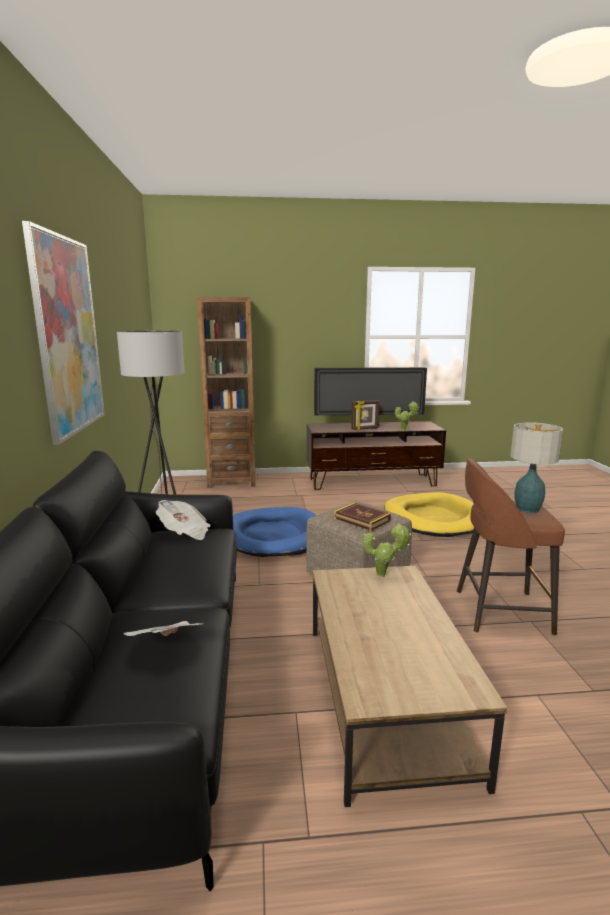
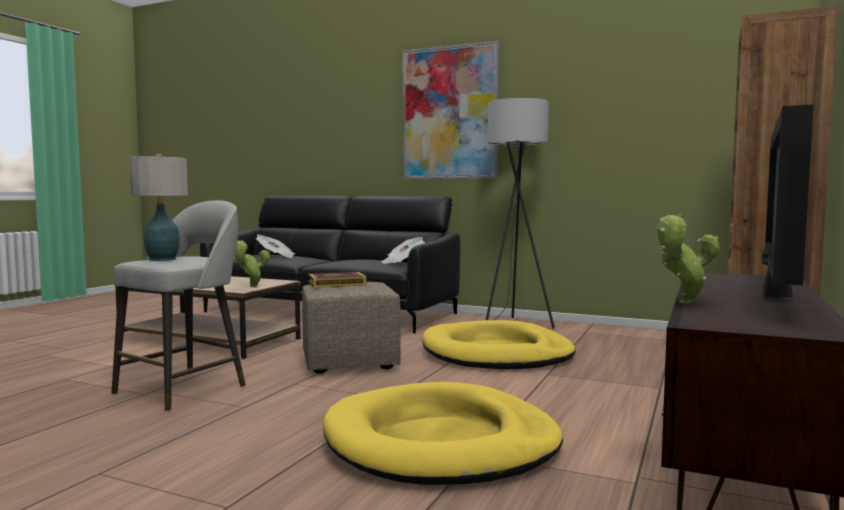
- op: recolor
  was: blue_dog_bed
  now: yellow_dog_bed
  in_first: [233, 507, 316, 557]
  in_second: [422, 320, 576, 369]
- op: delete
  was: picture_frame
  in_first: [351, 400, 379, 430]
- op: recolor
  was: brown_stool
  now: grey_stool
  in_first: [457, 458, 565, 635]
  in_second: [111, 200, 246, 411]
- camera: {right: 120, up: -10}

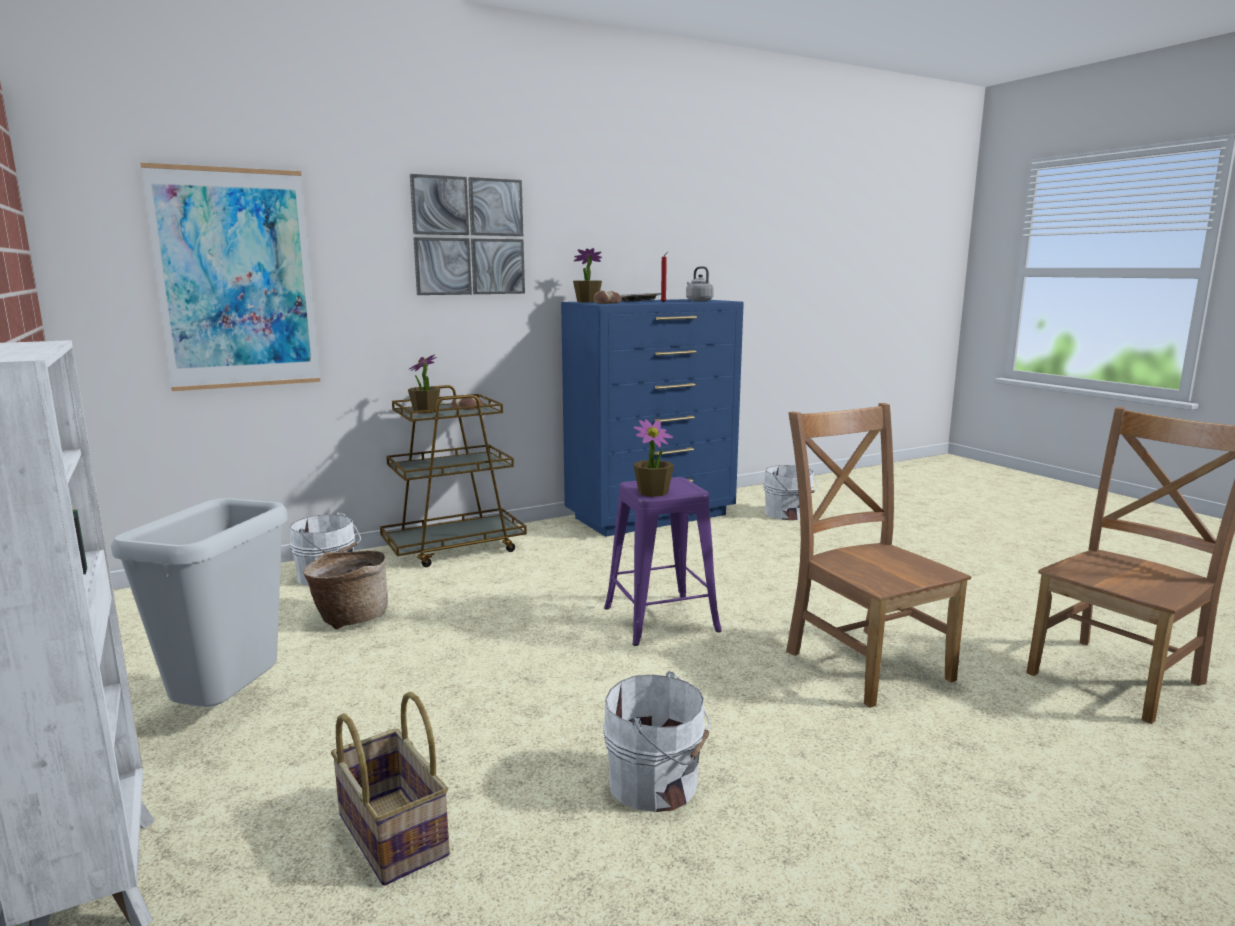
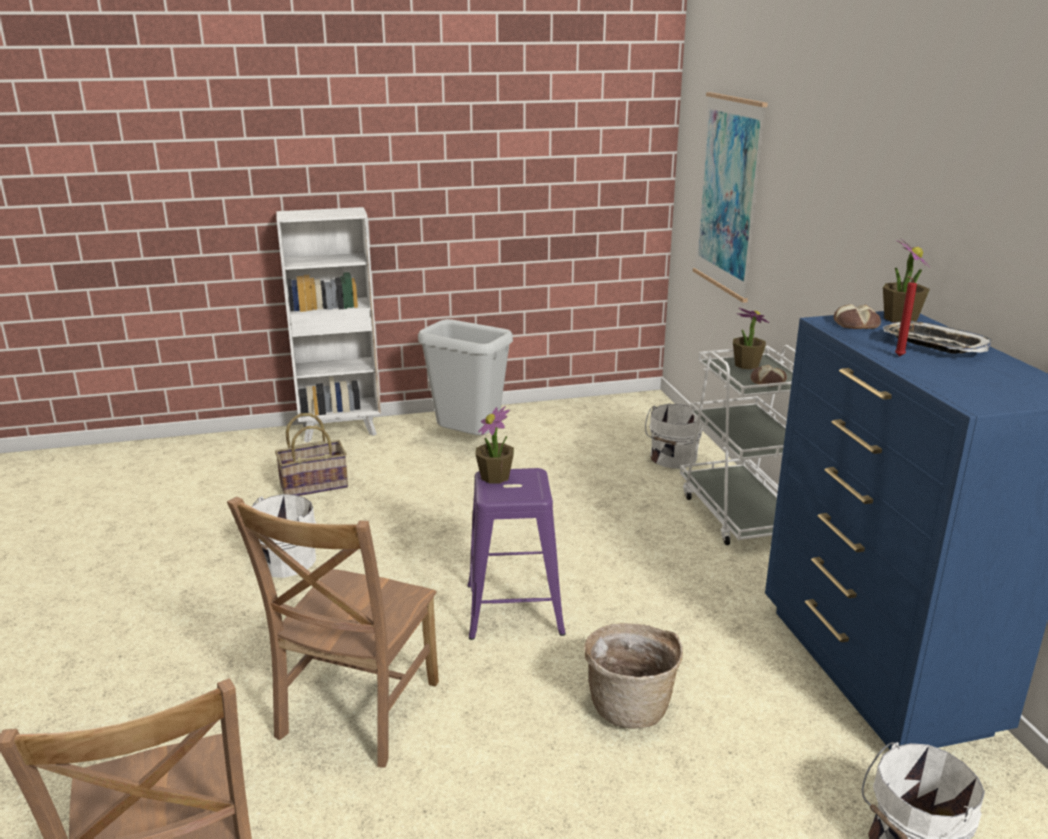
- op: move
  was: basket
  in_first: [303, 550, 388, 629]
  in_second: [584, 623, 683, 729]
- op: recolor
  was: brown_cart
  now: white_cart
  in_first: [380, 385, 527, 567]
  in_second: [680, 345, 796, 545]
- op: delete
  was: picture
  in_first: [410, 174, 525, 295]
- op: delete
  was: grey_kettle
  in_first: [686, 266, 714, 302]
- op: rotate
  was: brown_chair
  in_first: [786, 403, 971, 708]
  in_second: [227, 497, 439, 767]
  clockwise: 120
- camera: {right: 105, up: 10}

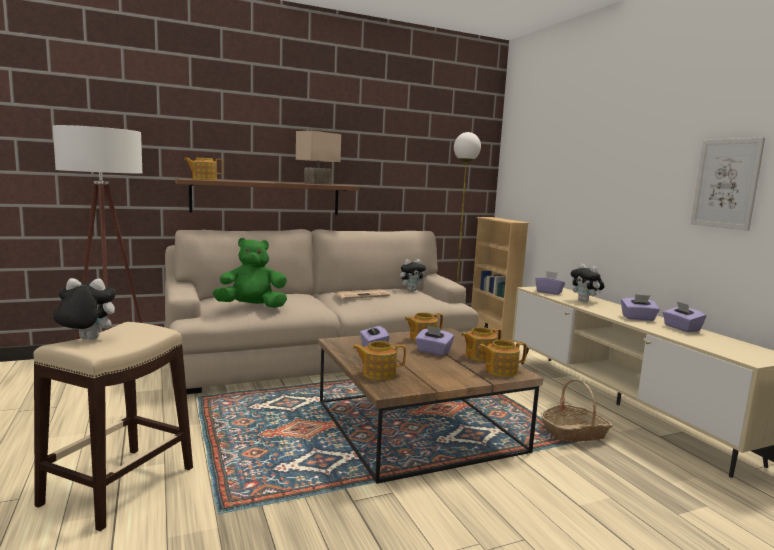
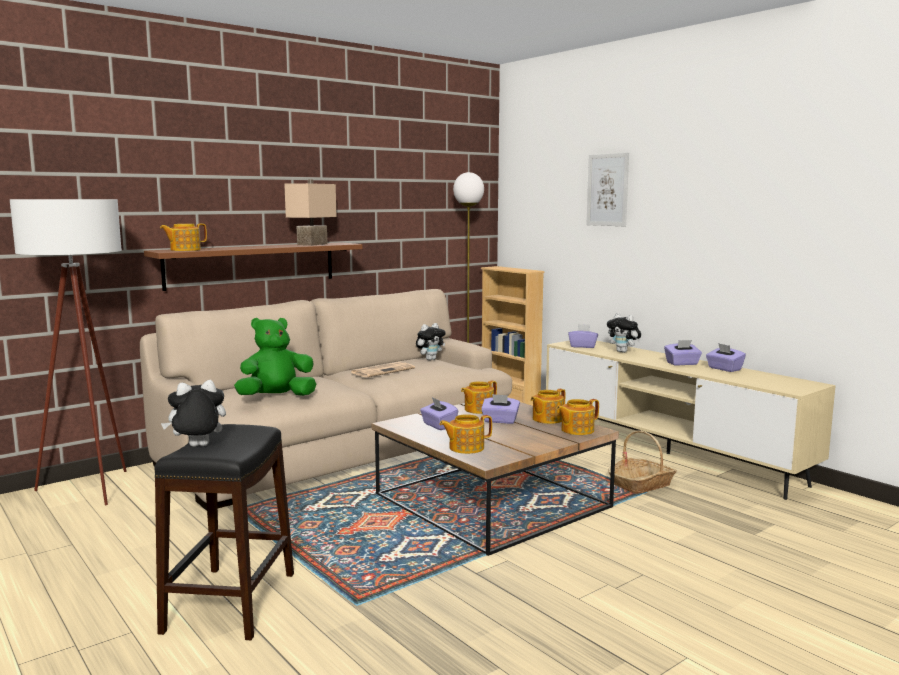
- op: recolor
  was: beige_stool
  now: black_stool
  in_first: [33, 322, 193, 531]
  in_second: [154, 424, 294, 640]
- op: move
  was: picture
  in_first: [690, 137, 765, 231]
  in_second: [586, 153, 629, 226]
- camera: {right: -15, up: 0}

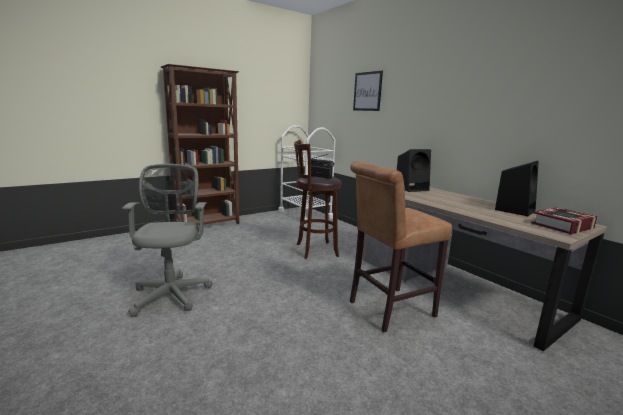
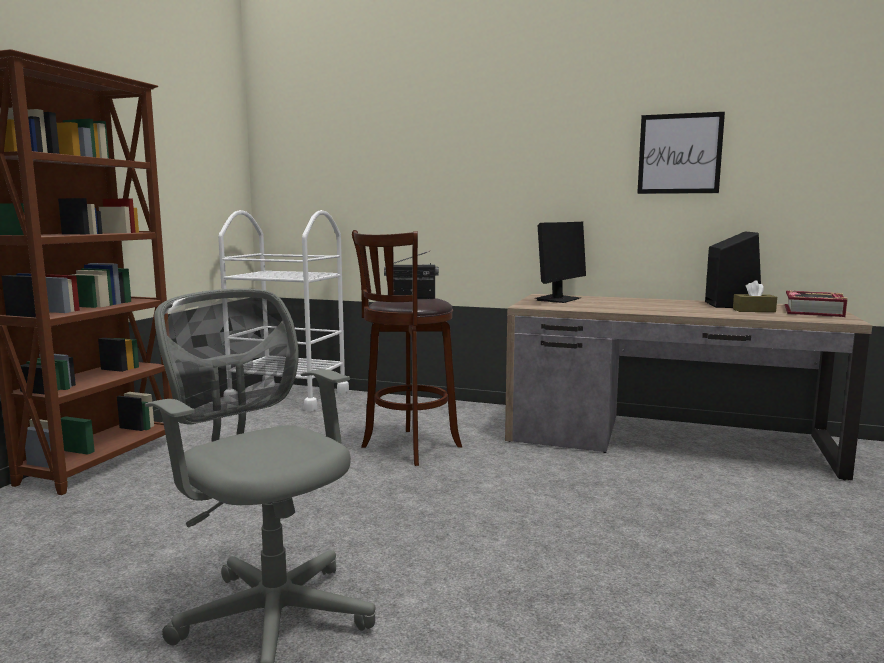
- op: delete
  was: brown_stool
  in_first: [350, 161, 452, 332]
- op: move
  was: picture
  in_first: [353, 71, 383, 111]
  in_second: [637, 112, 725, 194]
- op: replace
  was: black_speaker
  now: monitor
  in_first: [397, 149, 431, 192]
  in_second: [535, 222, 586, 303]
- op: insert
  now: brown_tissue_box
  in_second: [733, 280, 777, 312]
- camera: {right: -35, up: -5}

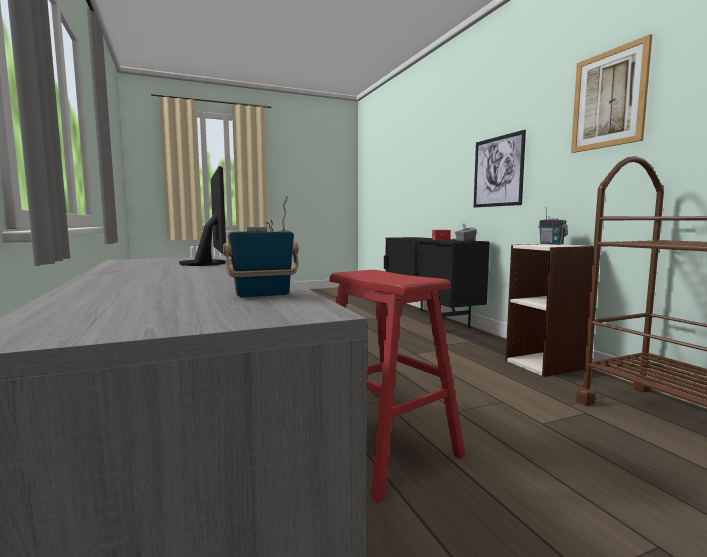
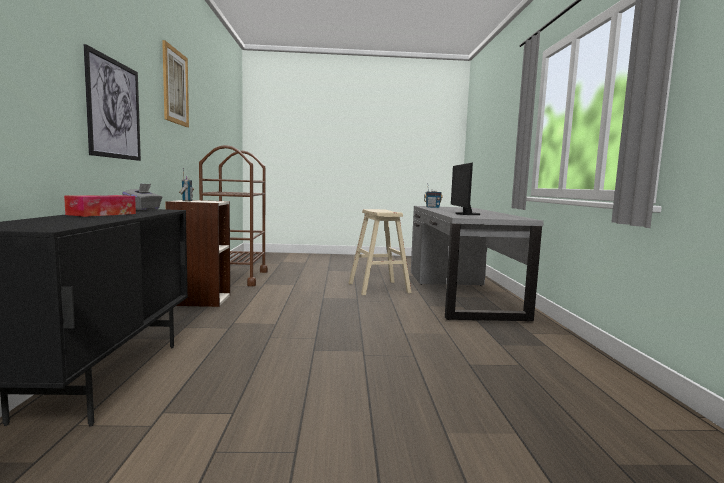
- op: recolor
  was: red_stool
  now: beige_stool
  in_first: [329, 270, 466, 503]
  in_second: [348, 209, 412, 295]
- camera: {right: -160, up: 0}

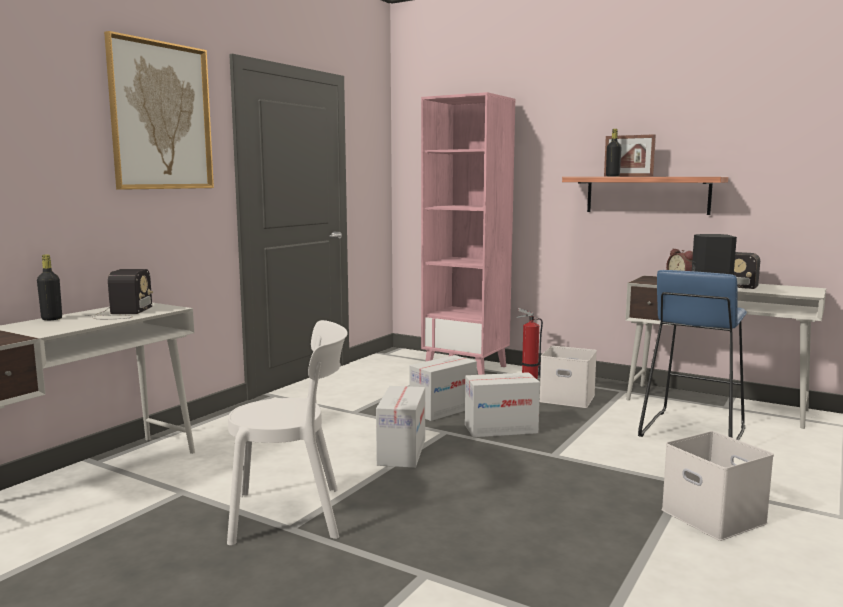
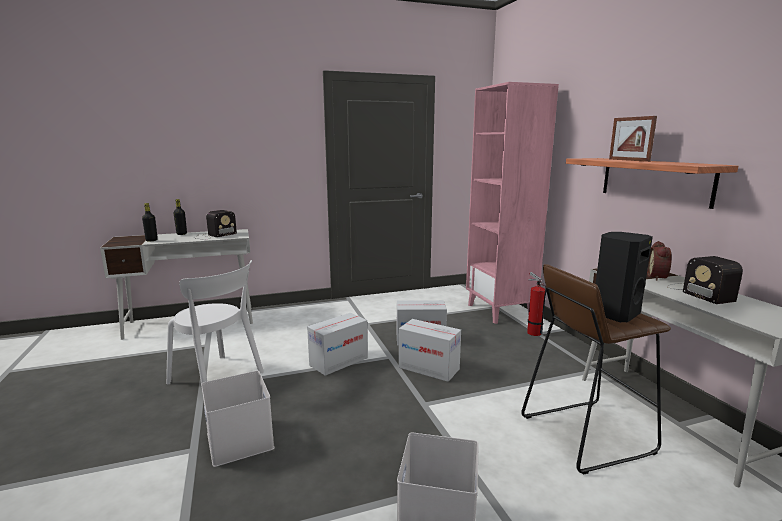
- op: delete
  was: picture
  in_first: [104, 31, 214, 190]
- op: move
  was: white_storage_box
  in_first: [540, 346, 597, 408]
  in_second: [201, 371, 274, 467]
- op: move
  was: black_bottle
  in_first: [606, 129, 622, 176]
  in_second: [142, 203, 158, 241]
- op: recolor
  was: blue_stool
  now: brown_stool
  in_first: [638, 270, 747, 440]
  in_second: [521, 264, 671, 475]
- camera: {right: 40, up: 5}

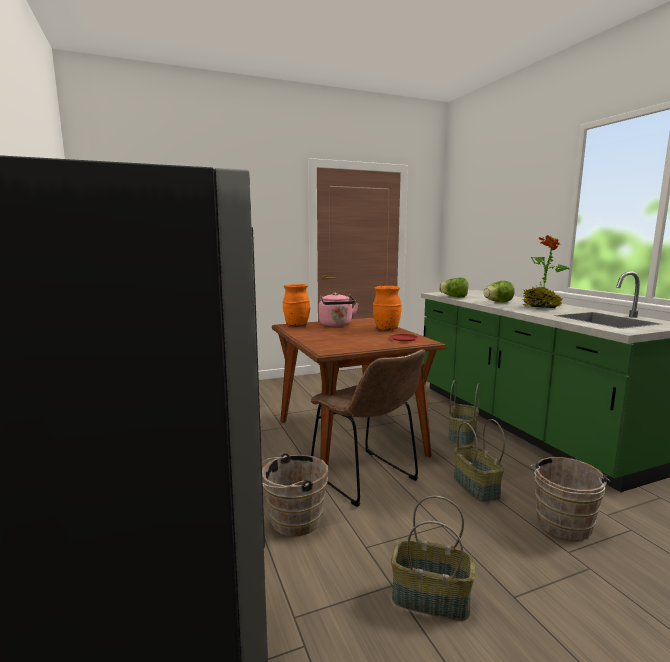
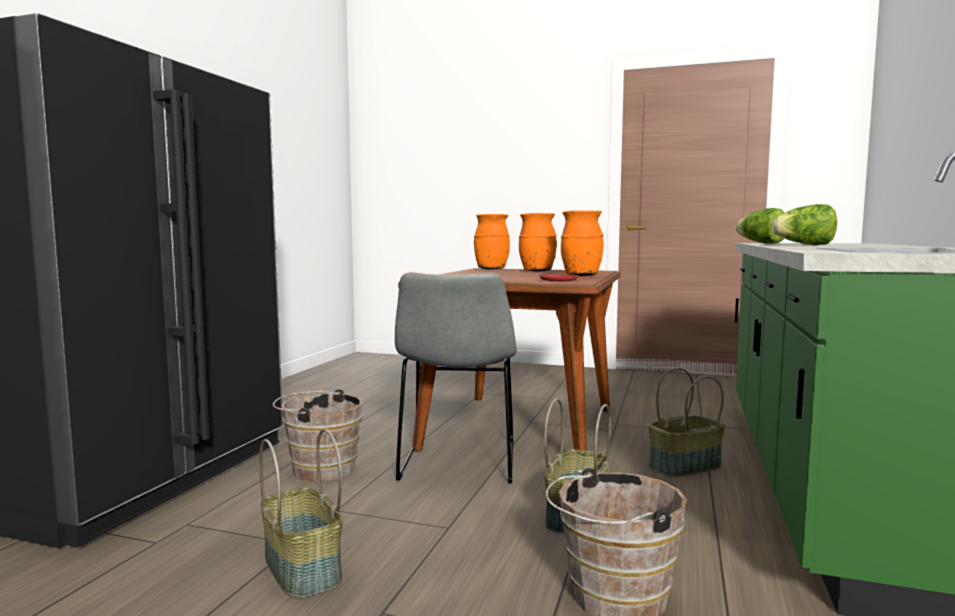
- op: recolor
  was: brown_chair
  now: grey_chair
  in_first: [310, 349, 426, 507]
  in_second: [395, 272, 517, 483]
- op: replace
  was: pink_kettle
  now: orange_vase
  in_first: [319, 292, 359, 327]
  in_second: [519, 213, 557, 271]
- op: delete
  was: potted_plant
  in_first: [522, 235, 570, 308]
- camera: {right: 40, up: -5}

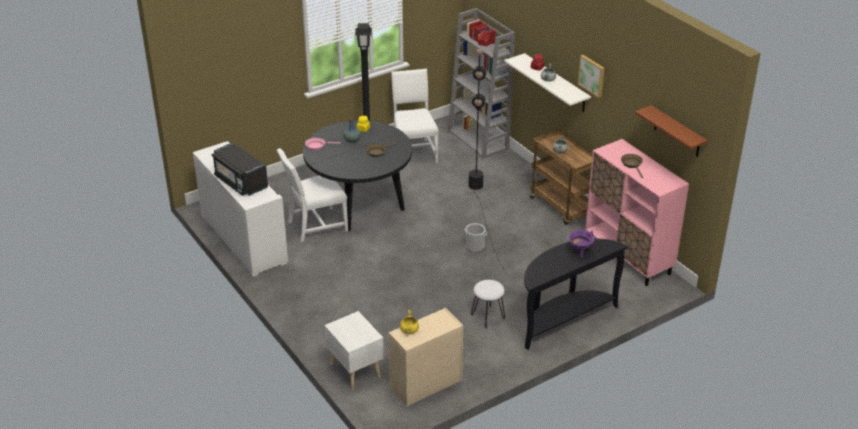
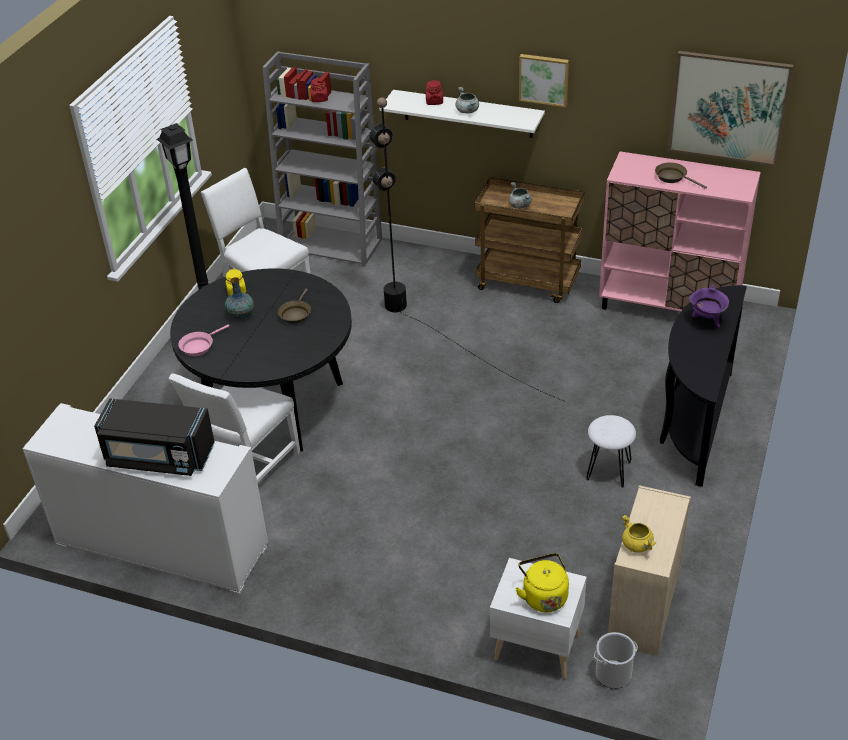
- op: move
  was: bucket
  in_first: [464, 223, 487, 252]
  in_second: [594, 632, 638, 689]
- op: replace
  was: brown_shelf
  now: picture
  in_first: [635, 105, 708, 157]
  in_second: [668, 51, 793, 166]
- op: insert
  now: yellow_kettle
  in_second: [515, 553, 569, 612]
- camera: {right: -35, up: 5}

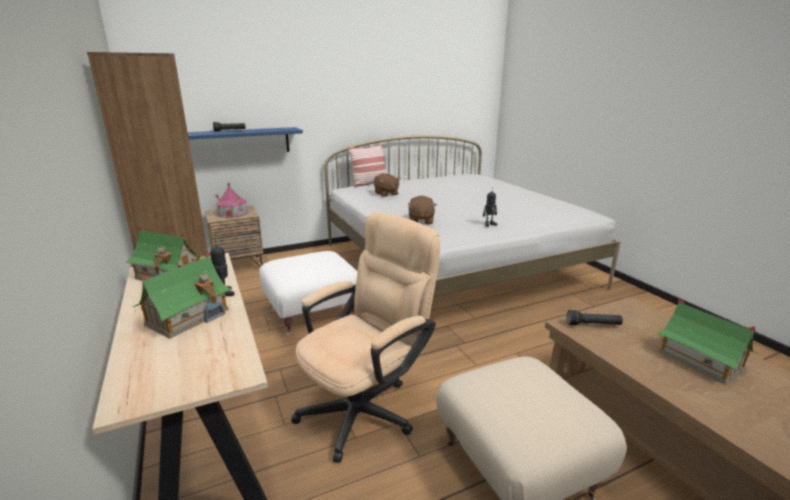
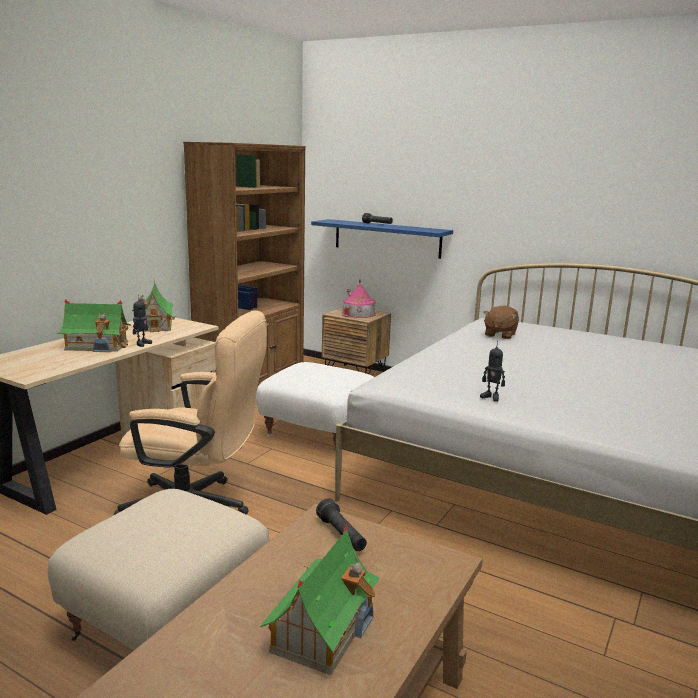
- op: delete
  was: pillow
  in_first: [348, 144, 387, 187]
- op: delete
  was: brown_plush_toy
  in_first: [407, 196, 437, 225]
- camera: {right: 55, up: -5}

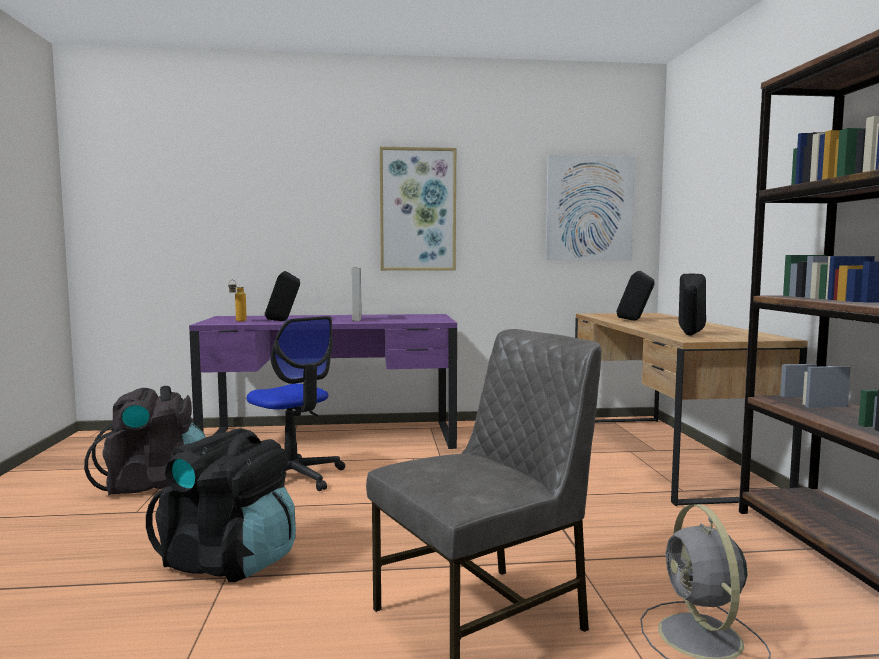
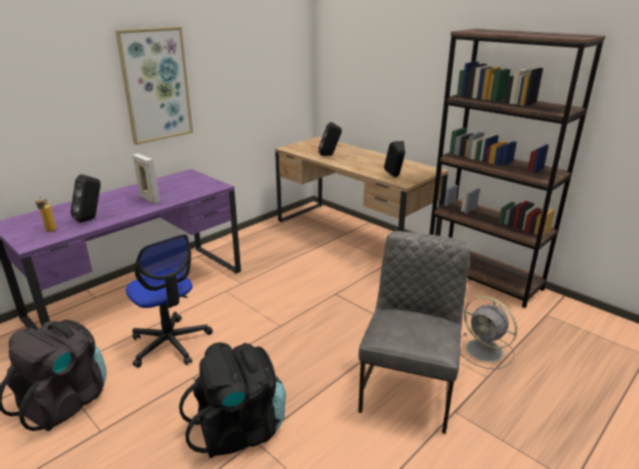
- op: rotate
  was: office_chair
  in_first: [247, 316, 345, 491]
  in_second: [126, 234, 213, 368]
  clockwise: 45
- op: delete
  was: picture
  in_first: [546, 155, 635, 260]
- camera: {right: -40, up: 20}

